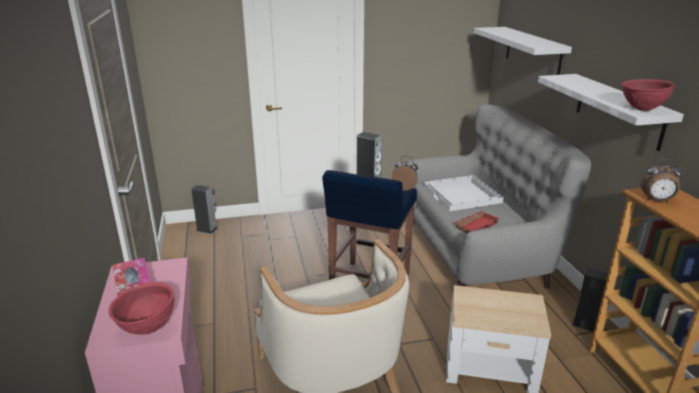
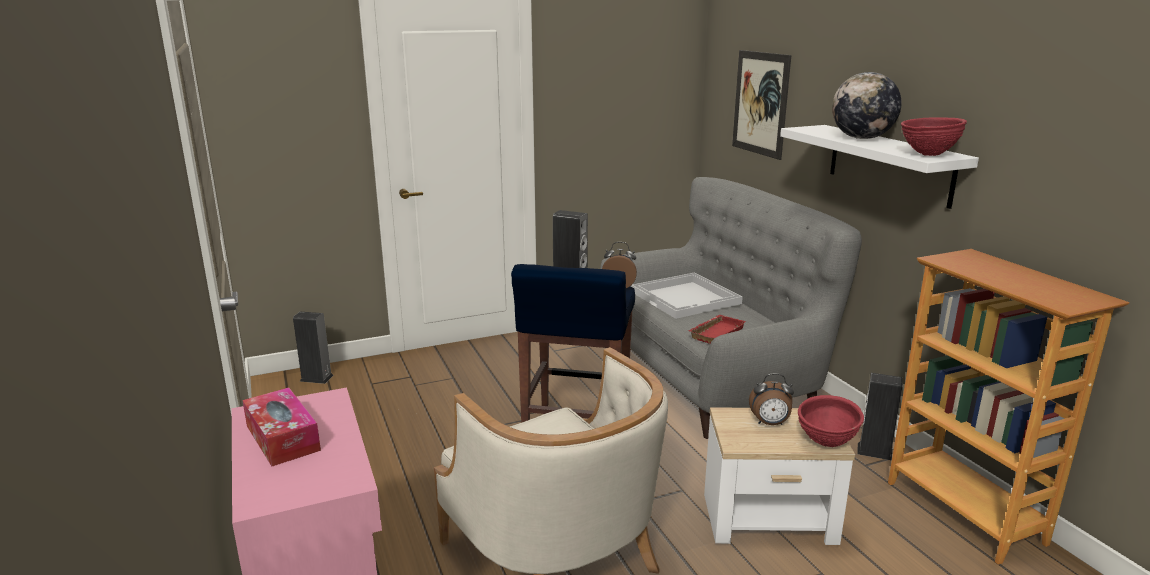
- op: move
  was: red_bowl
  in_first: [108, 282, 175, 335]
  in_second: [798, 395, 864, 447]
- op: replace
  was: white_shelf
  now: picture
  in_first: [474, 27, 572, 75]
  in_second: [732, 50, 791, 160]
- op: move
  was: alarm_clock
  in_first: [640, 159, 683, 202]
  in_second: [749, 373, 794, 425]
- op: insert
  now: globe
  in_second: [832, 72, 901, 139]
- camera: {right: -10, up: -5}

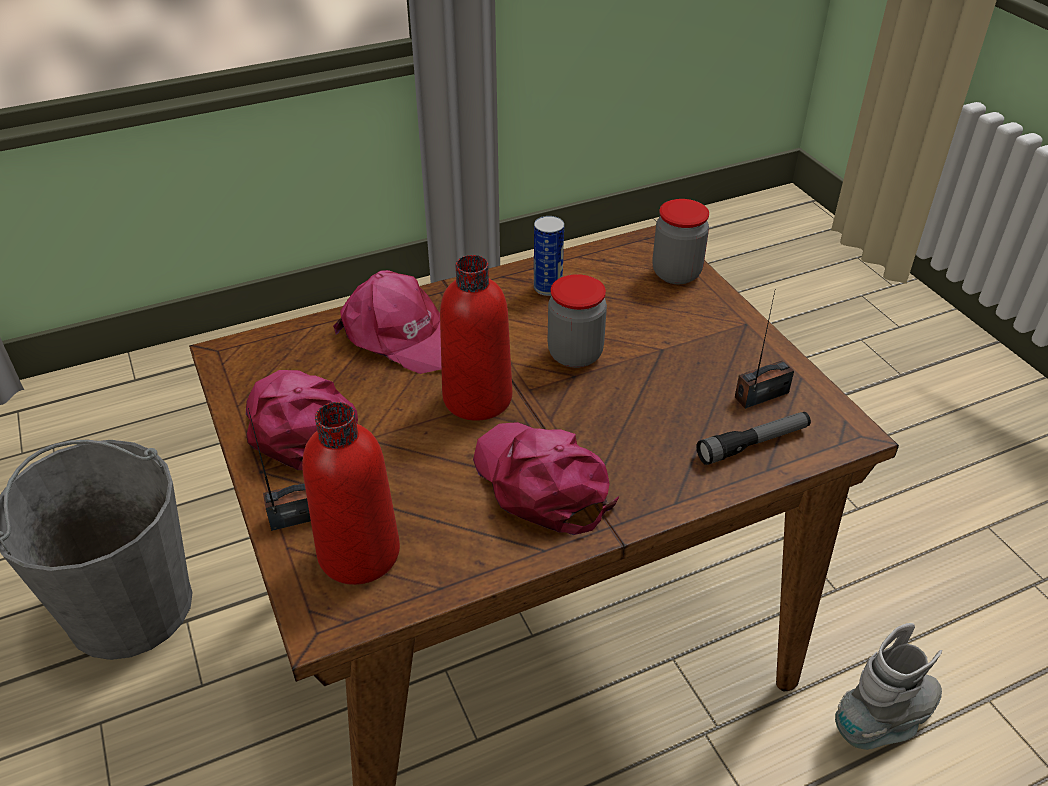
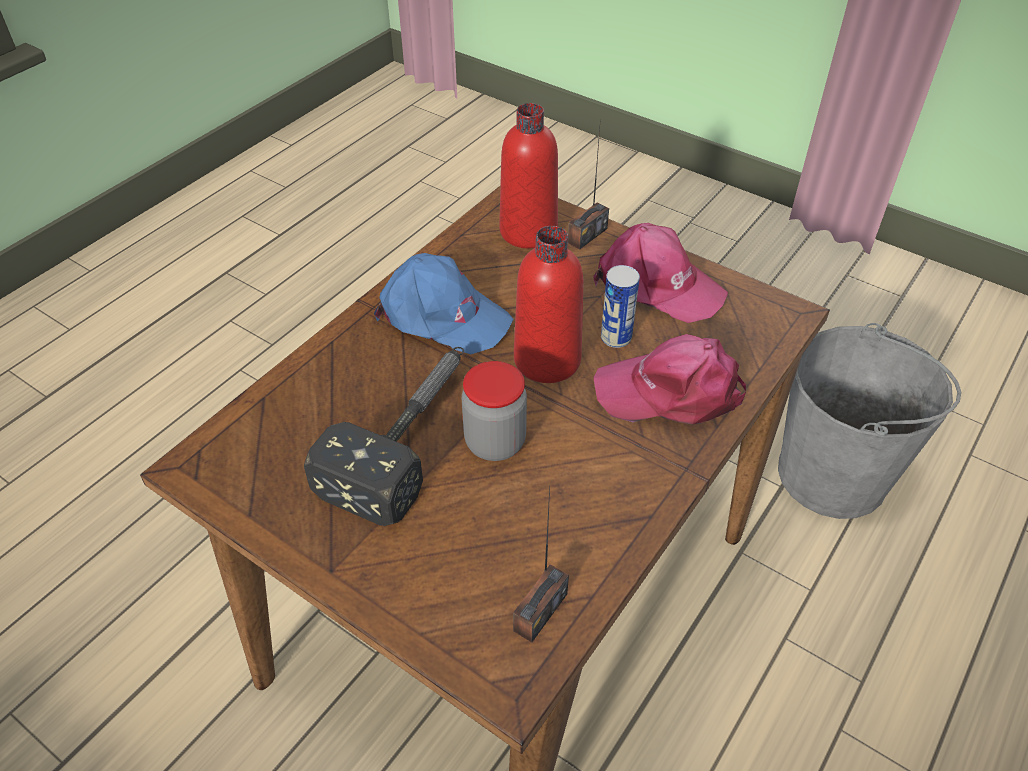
- op: recolor
  was: pink_cap
  now: blue_cap
  in_first: [473, 422, 619, 535]
  in_second: [374, 253, 513, 354]
- op: move
  was: can
  in_first: [534, 216, 564, 296]
  in_second: [601, 265, 640, 348]
- op: delete
  was: jar
  in_first: [652, 199, 709, 284]
- op: delete
  was: flashlight
  in_first: [696, 412, 811, 465]
- op: move
  was: radio
  in_first: [735, 292, 794, 409]
  in_second: [513, 487, 569, 643]
- op: delete
  was: grey_boot
  in_first: [835, 623, 942, 750]
- op: insert
  now: hammer
  in_second: [304, 347, 464, 526]
- camera: {right: 150, up: 5}

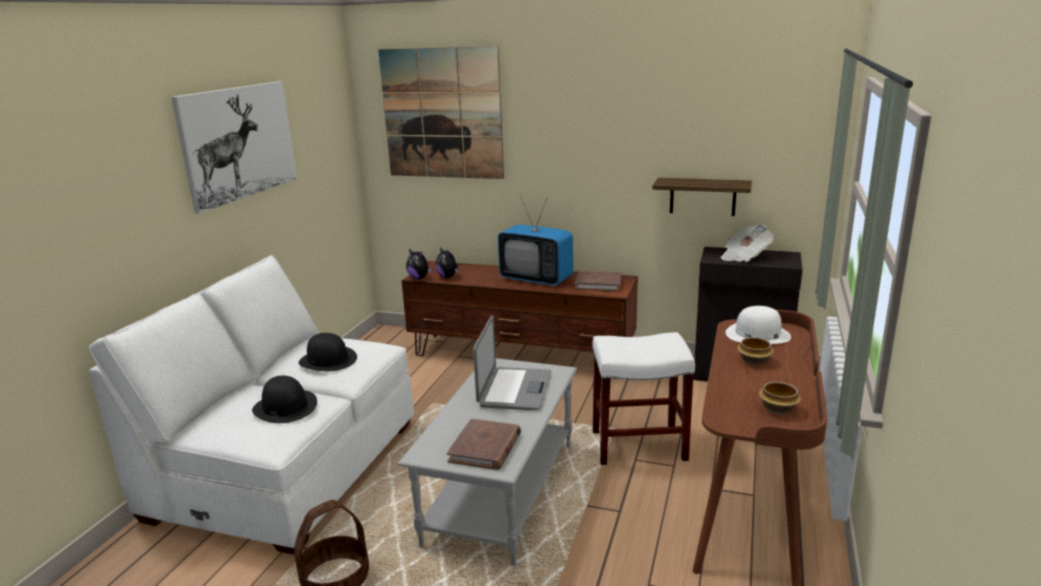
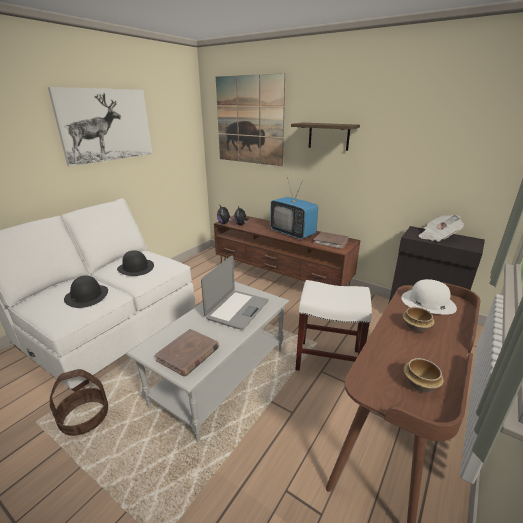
- op: move
  was: shelf
  in_first: [652, 178, 752, 216]
  in_second: [291, 123, 360, 151]
- camera: {right: 15, up: 5}

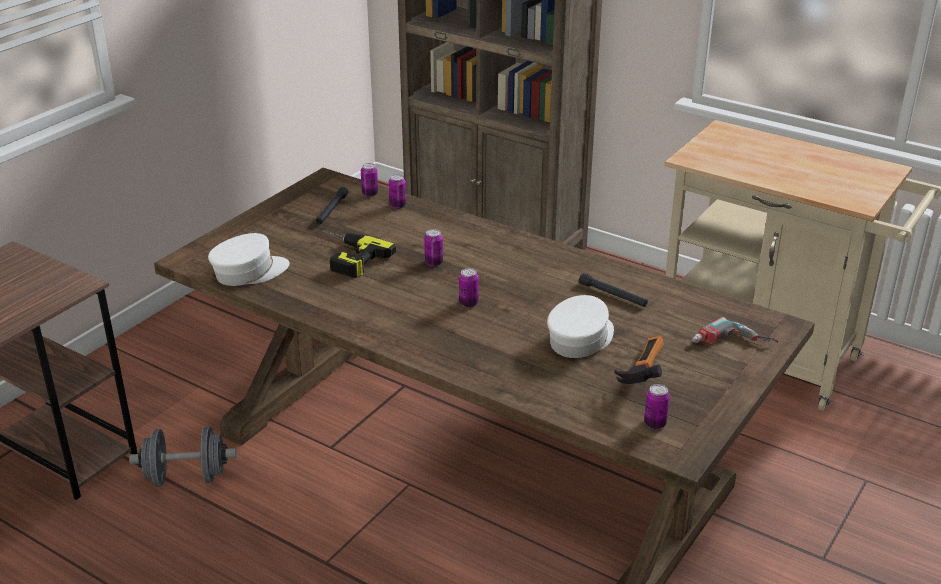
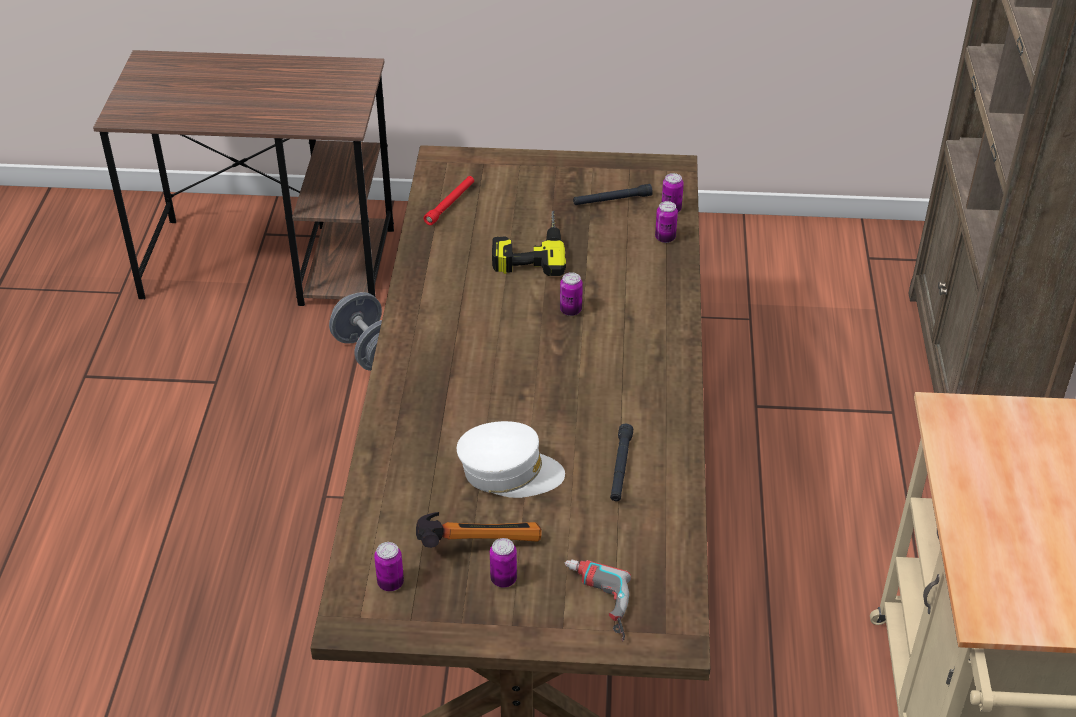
- op: replace
  was: white_cap
  now: red_flashlight
  in_first: [208, 233, 290, 286]
  in_second: [424, 176, 474, 225]
- op: move
  was: can
  in_first: [459, 268, 479, 307]
  in_second: [490, 538, 517, 588]
- camera: {right: 60, up: 10}

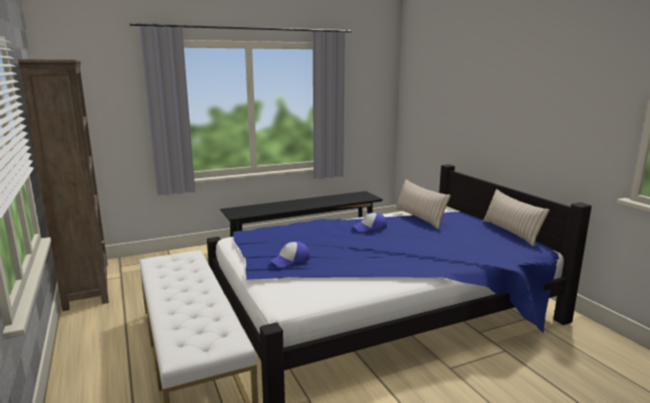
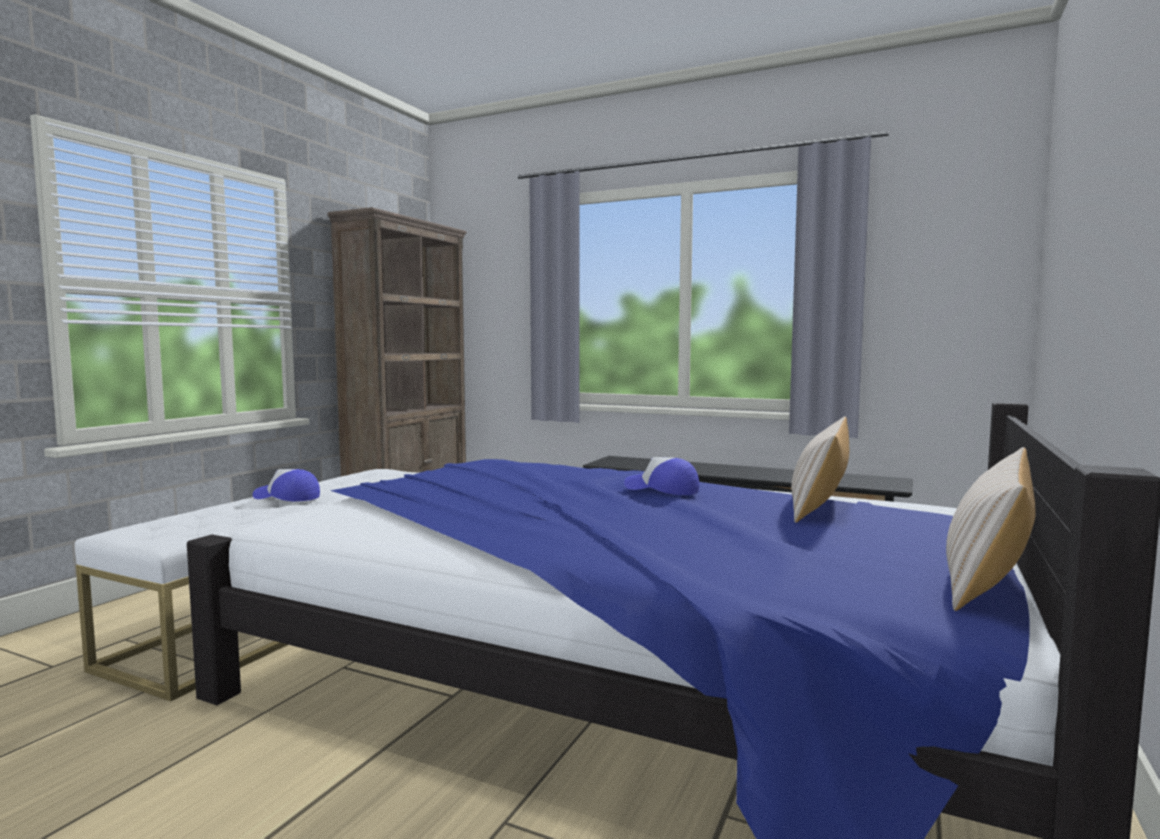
- op: move
  was: cap
  in_first: [270, 241, 310, 267]
  in_second: [253, 469, 320, 502]
- camera: {right: 50, up: -10}

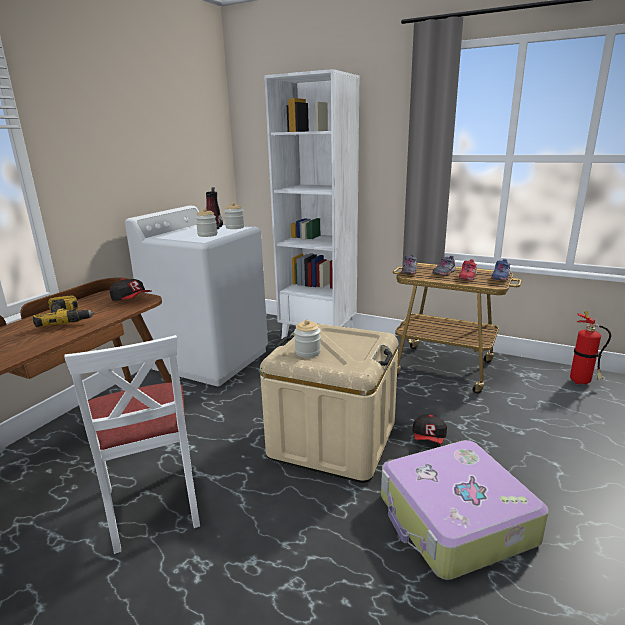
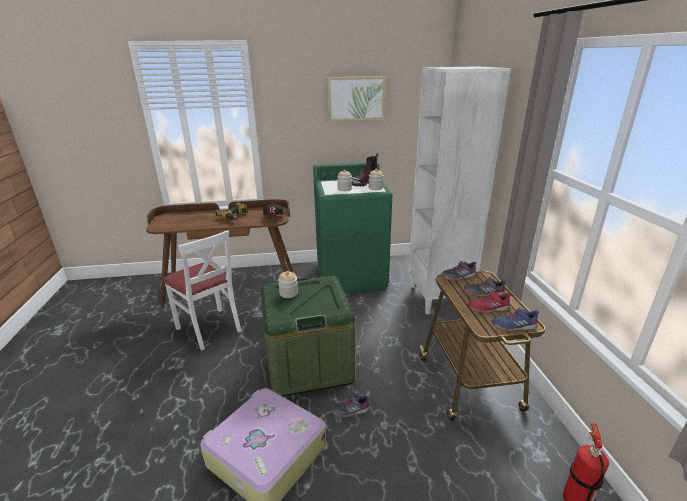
- op: rotate
  was: white_chair
  in_first: [64, 335, 200, 554]
  in_second: [162, 230, 241, 350]
  clockwise: -75
- op: recolor
  was: white_washing_machine
  now: green_washing_machine
  in_first: [125, 205, 268, 386]
  in_second: [313, 162, 392, 292]
- op: recolor
  was: beige_storage_box
  now: green_storage_box
  in_first: [260, 323, 398, 483]
  in_second: [261, 276, 355, 396]
- op: replace
  was: cap
  now: grey_shoe
  in_first: [412, 414, 447, 444]
  in_second: [331, 394, 370, 418]
- op: insert
  now: picture
  in_second: [327, 76, 385, 121]
- camera: {right: 55, up: 5}

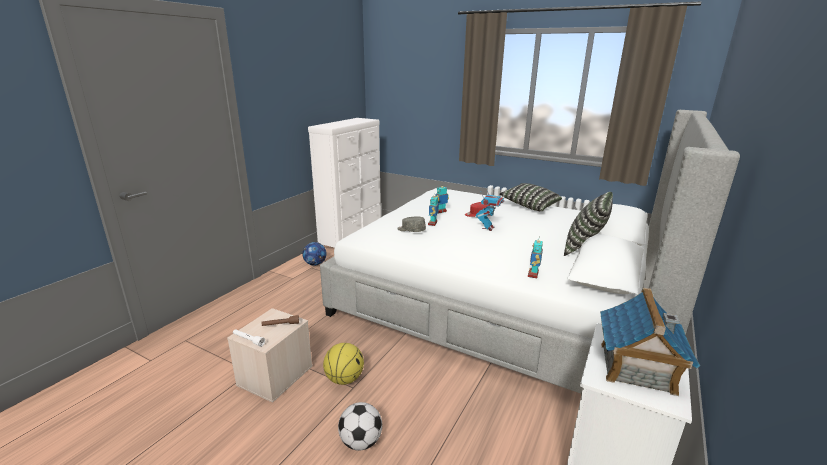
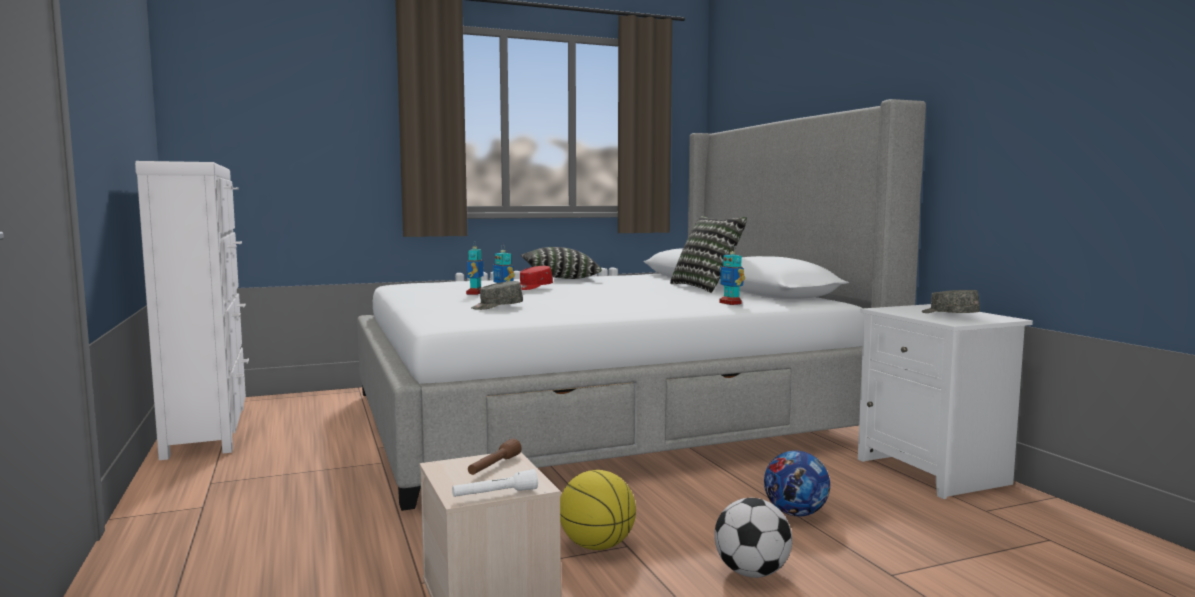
- op: move
  was: football
  in_first: [302, 242, 326, 266]
  in_second: [764, 450, 830, 516]
- op: delete
  was: toy_robot
  in_first: [476, 191, 504, 231]
- op: replace
  was: toy_house
  now: grey_cap
  in_first: [600, 288, 700, 396]
  in_second: [921, 290, 980, 313]
- camera: {right: -50, up: -15}

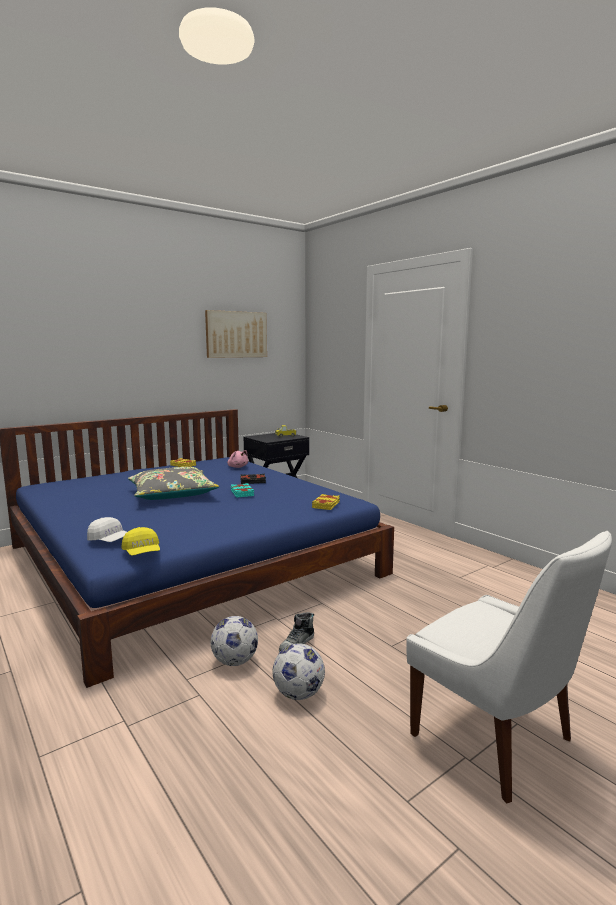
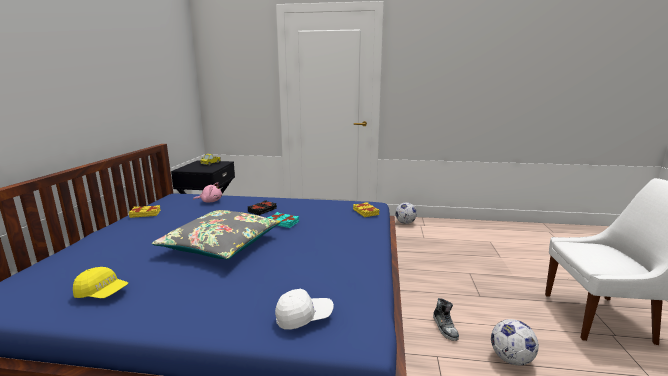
- op: move
  was: yellow_cap
  in_first: [121, 527, 160, 556]
  in_second: [73, 267, 128, 298]
- op: delete
  was: picture
  in_first: [205, 310, 267, 358]
- op: move
  was: football
  in_first: [210, 616, 258, 666]
  in_second: [395, 202, 417, 224]
- camera: {right: -45, up: 5}

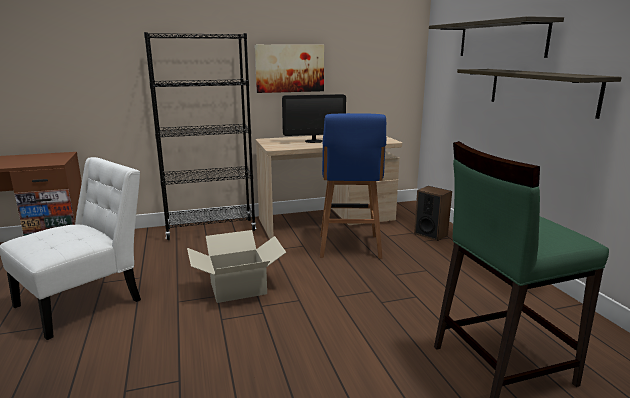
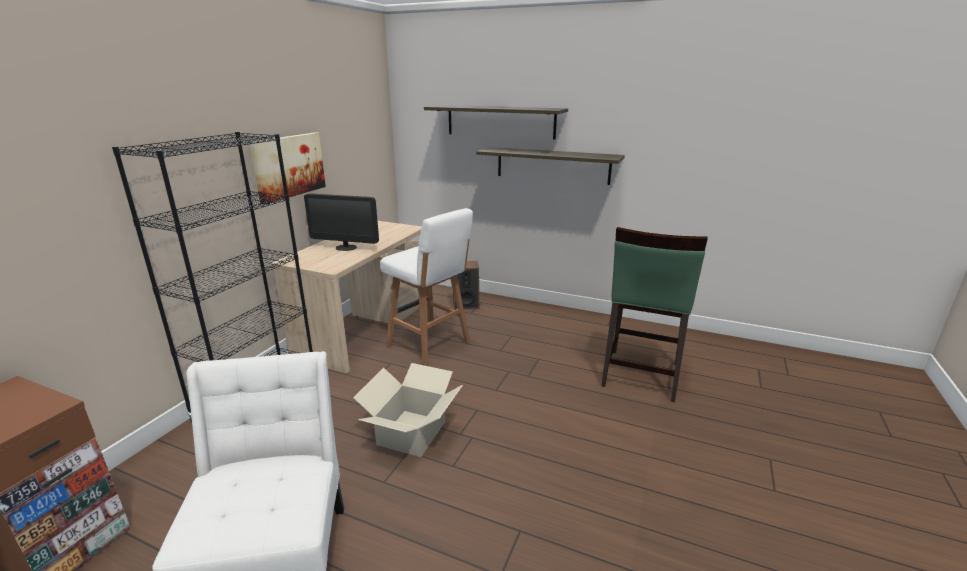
- op: rotate
  was: monitor
  in_first: [282, 94, 346, 143]
  in_second: [304, 193, 379, 251]
  clockwise: 75
- op: recolor
  was: blue_stool
  now: white_stool
  in_first: [320, 113, 386, 259]
  in_second: [380, 208, 473, 366]
- camera: {right: -50, up: 5}

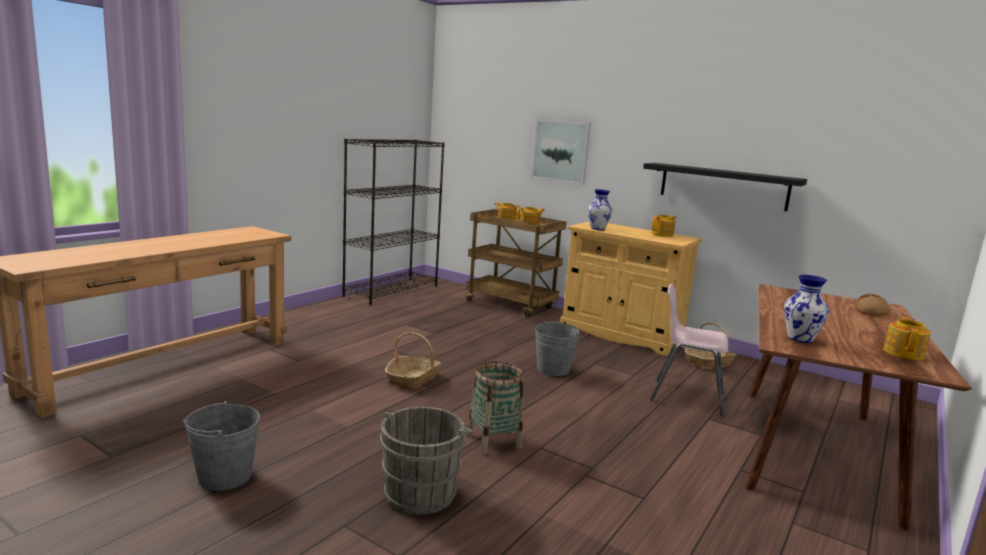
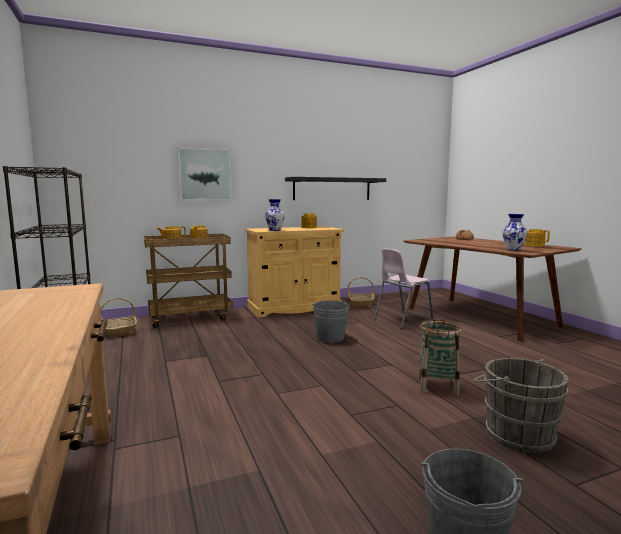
- op: move
  was: basket
  in_first: [385, 332, 441, 390]
  in_second: [100, 298, 137, 337]
- camera: {right: -55, up: -5}

